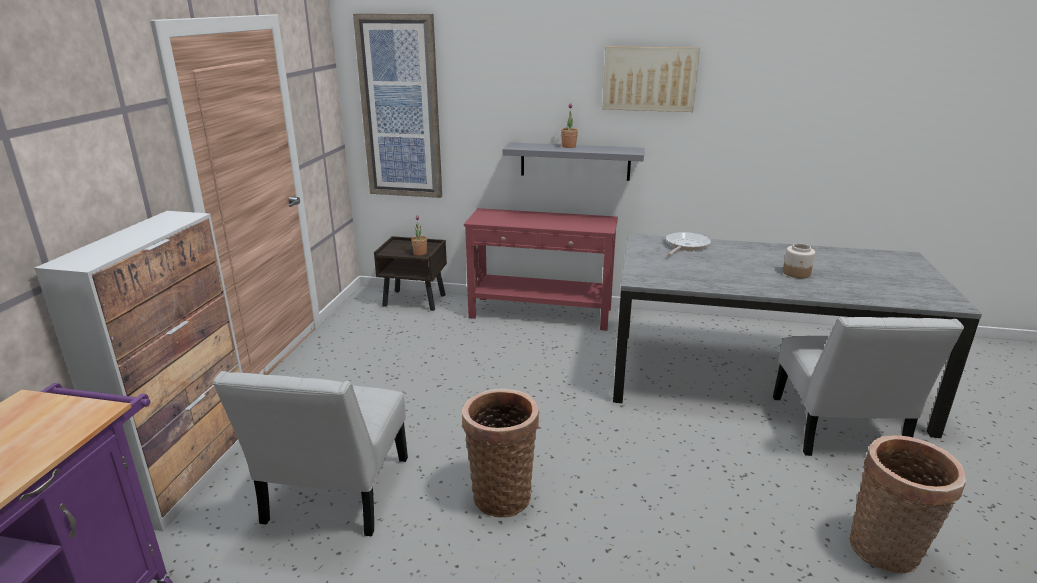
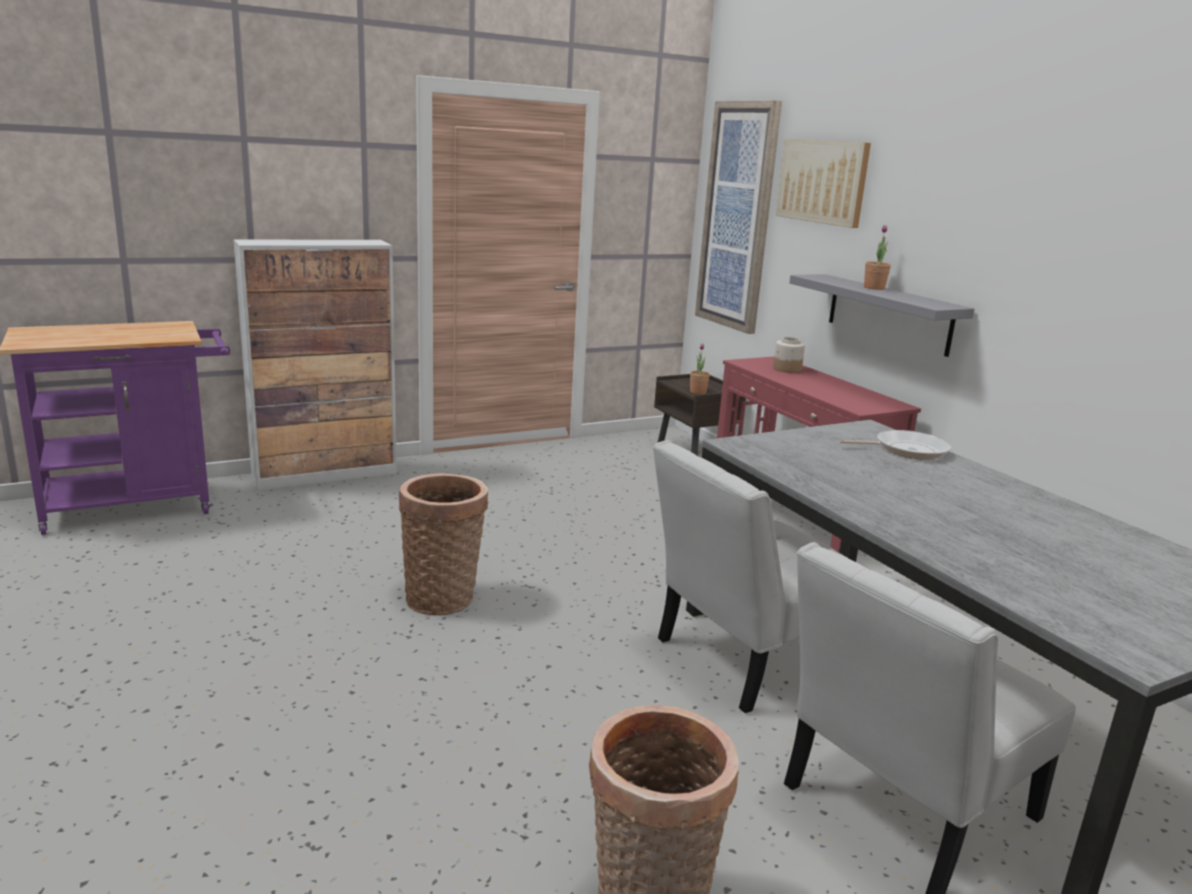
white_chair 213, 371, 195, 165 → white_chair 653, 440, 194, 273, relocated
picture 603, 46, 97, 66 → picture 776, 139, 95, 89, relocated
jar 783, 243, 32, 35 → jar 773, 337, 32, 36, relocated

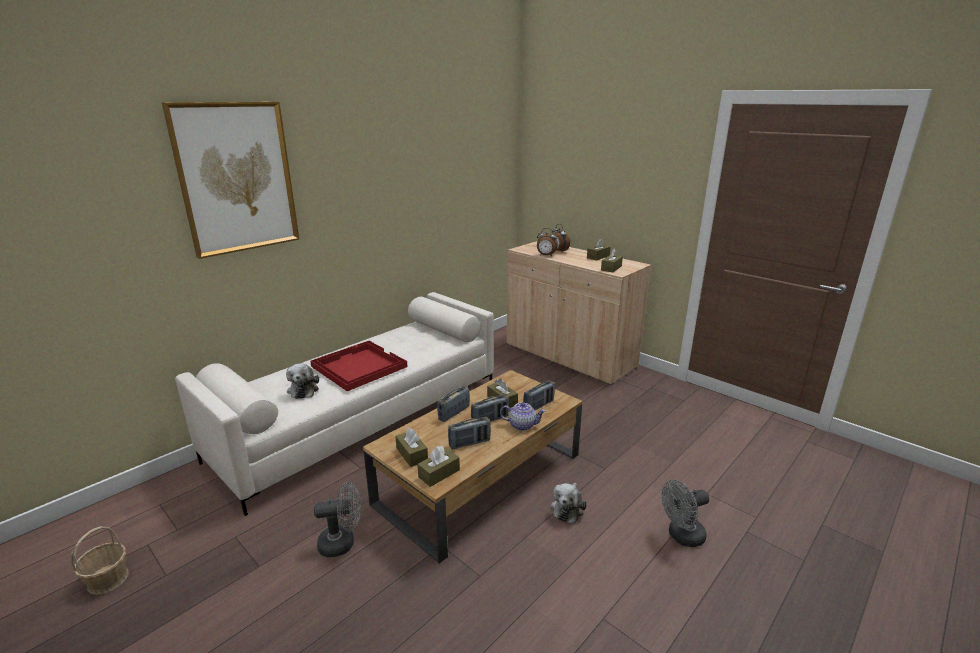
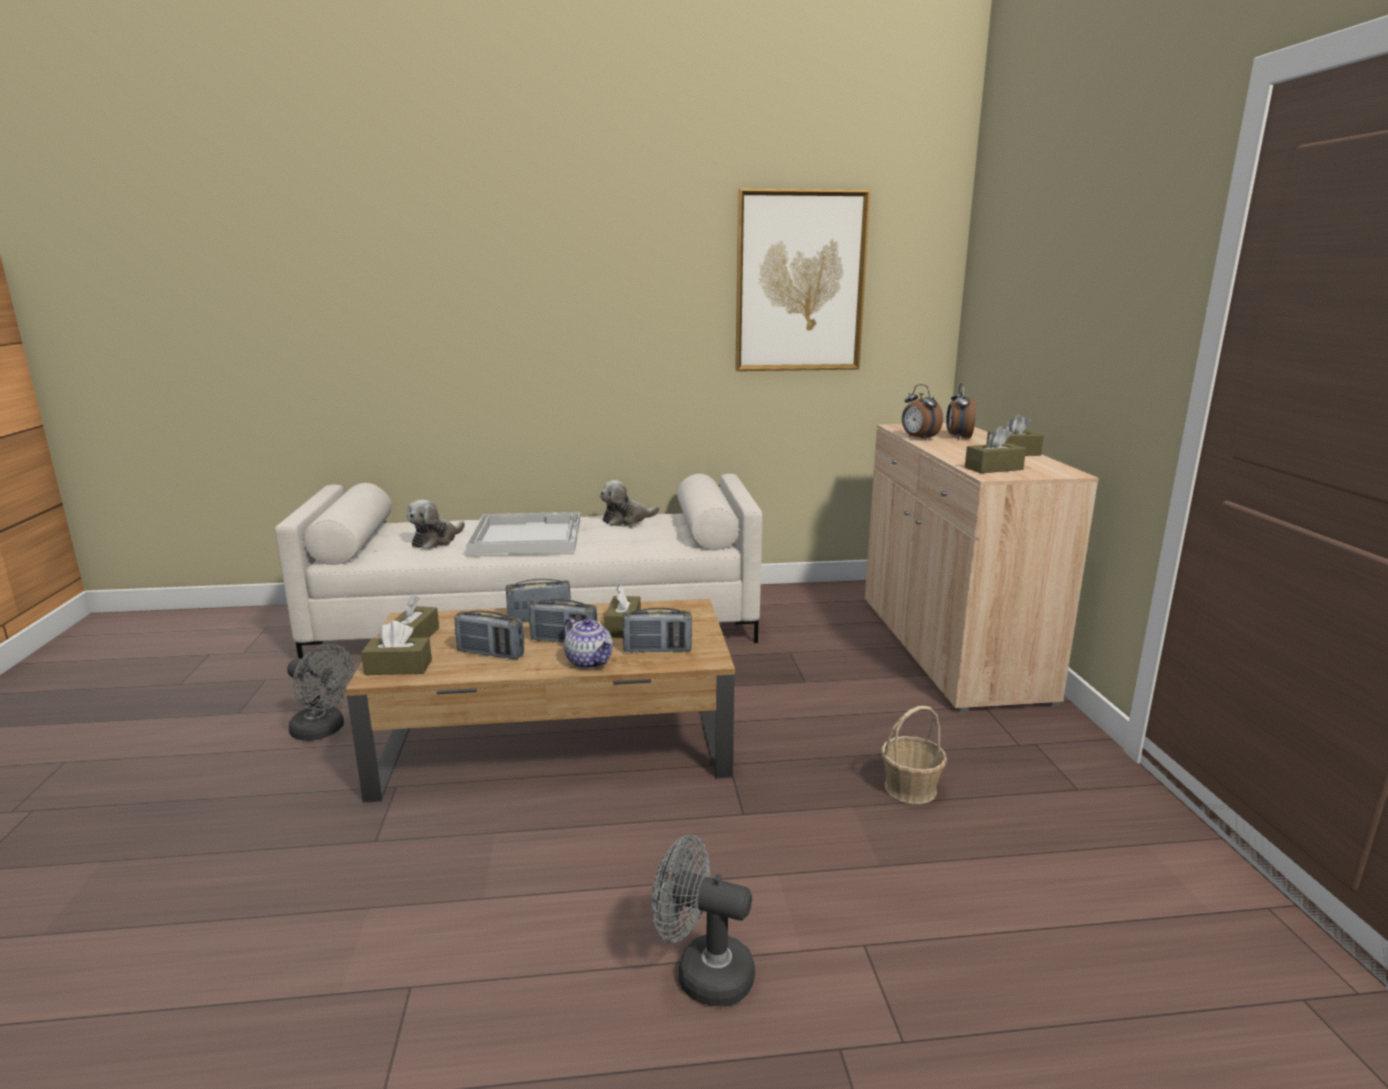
basket 71, 526, 58, 69 → basket 881, 706, 66, 98, relocated
picture 162, 102, 137, 157 → picture 735, 189, 136, 182, relocated
plush_toy 550, 483, 37, 41 → plush_toy 600, 480, 60, 46, relocated
red_tray 310, 341, 98, 50 → white_tray 466, 512, 114, 43

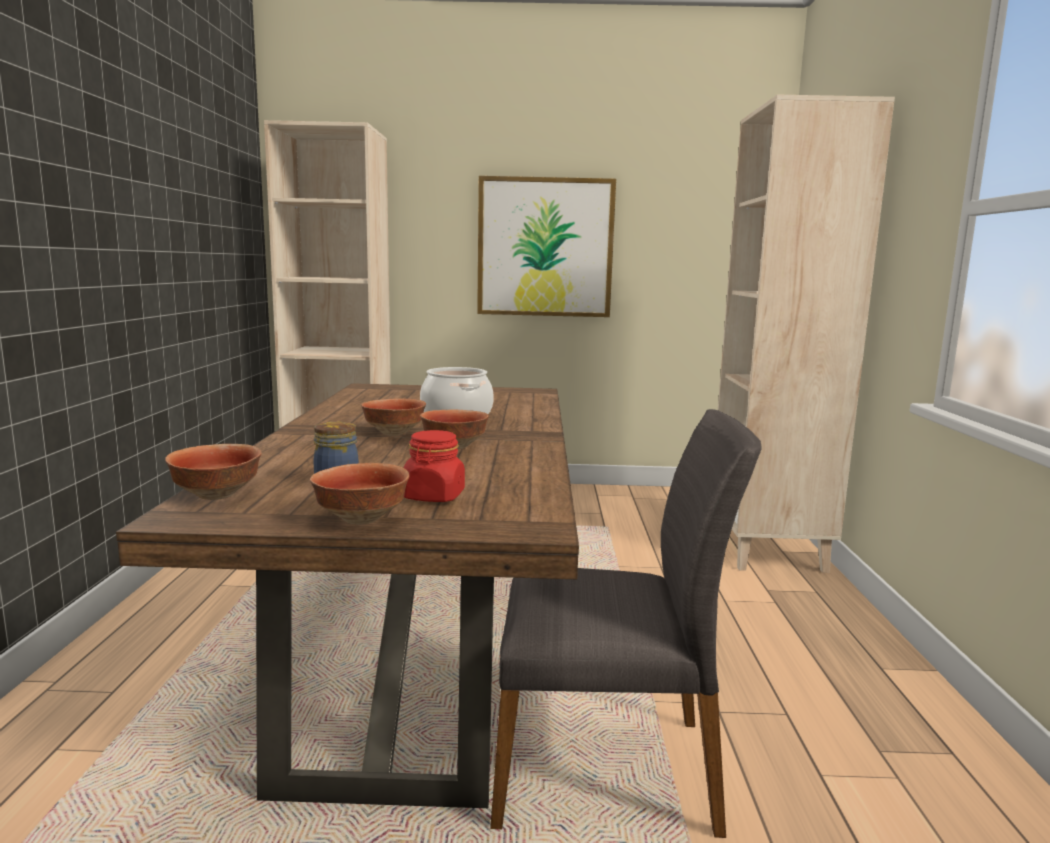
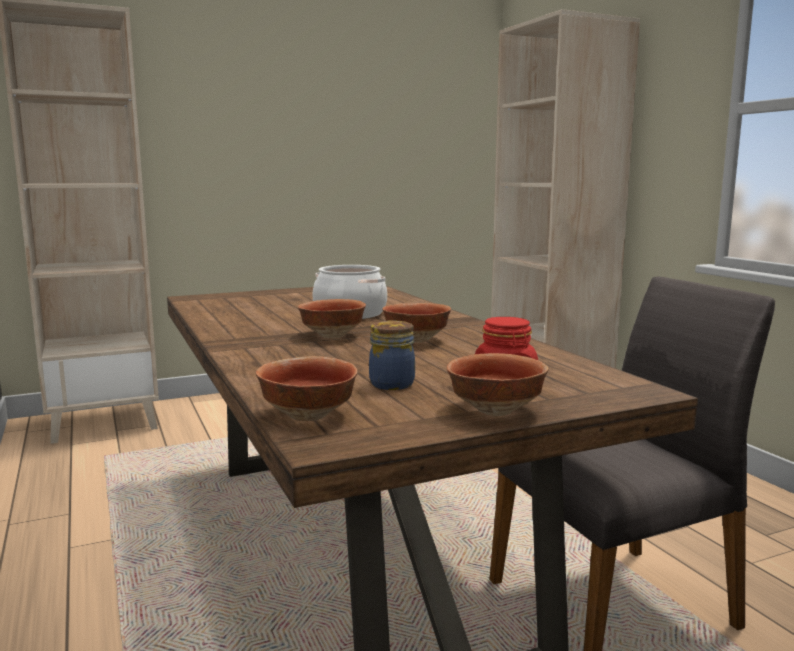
picture 477, 176, 139, 141 → -

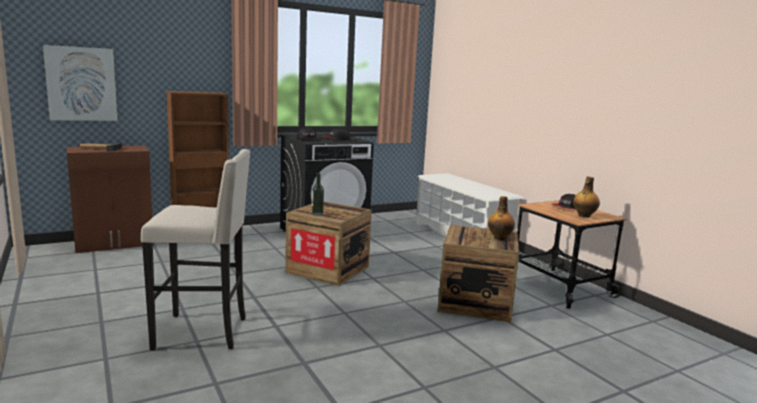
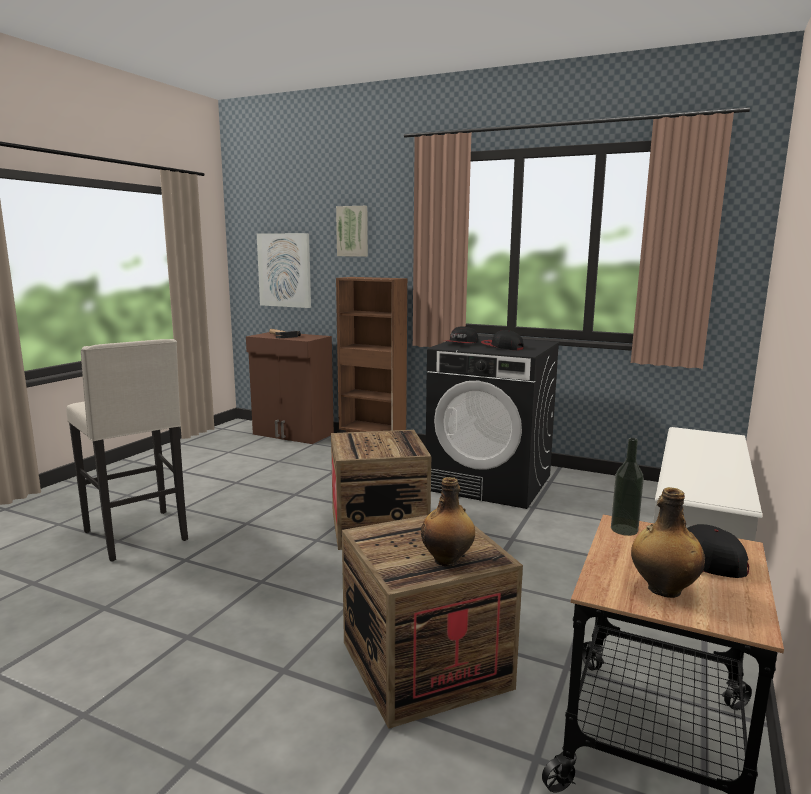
- → picture 336, 206, 32, 51
bottle 312, 173, 12, 43 → bottle 611, 438, 33, 98, relocated

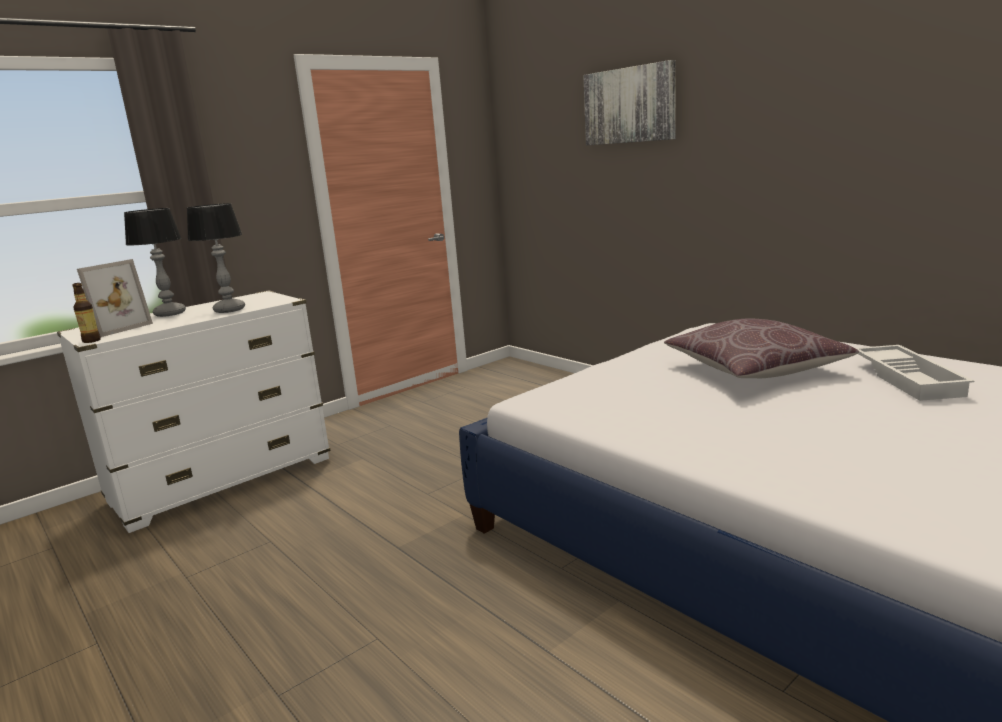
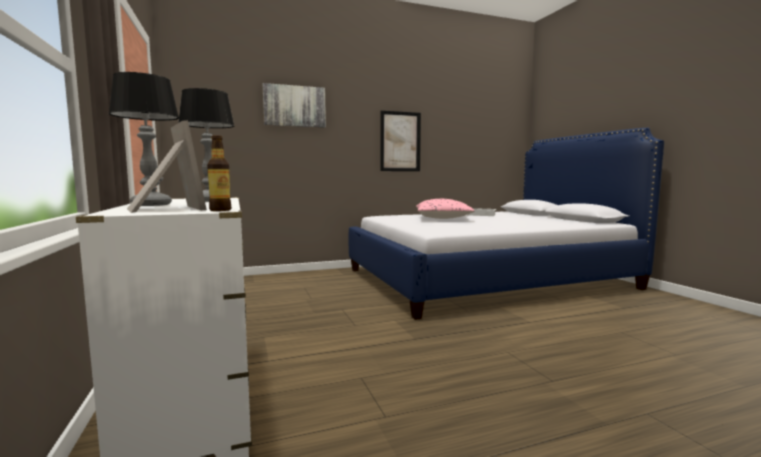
- → picture 381, 110, 40, 61
brown_pillow 664, 318, 195, 60 → pink_pillow 416, 199, 58, 20

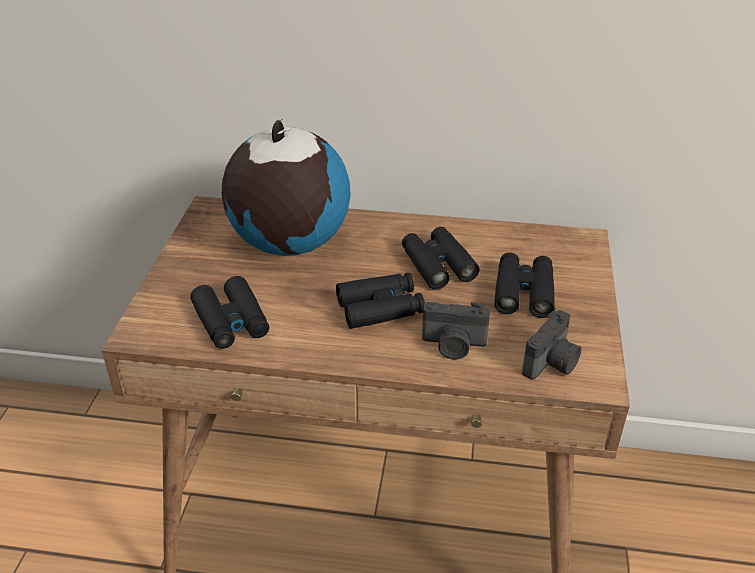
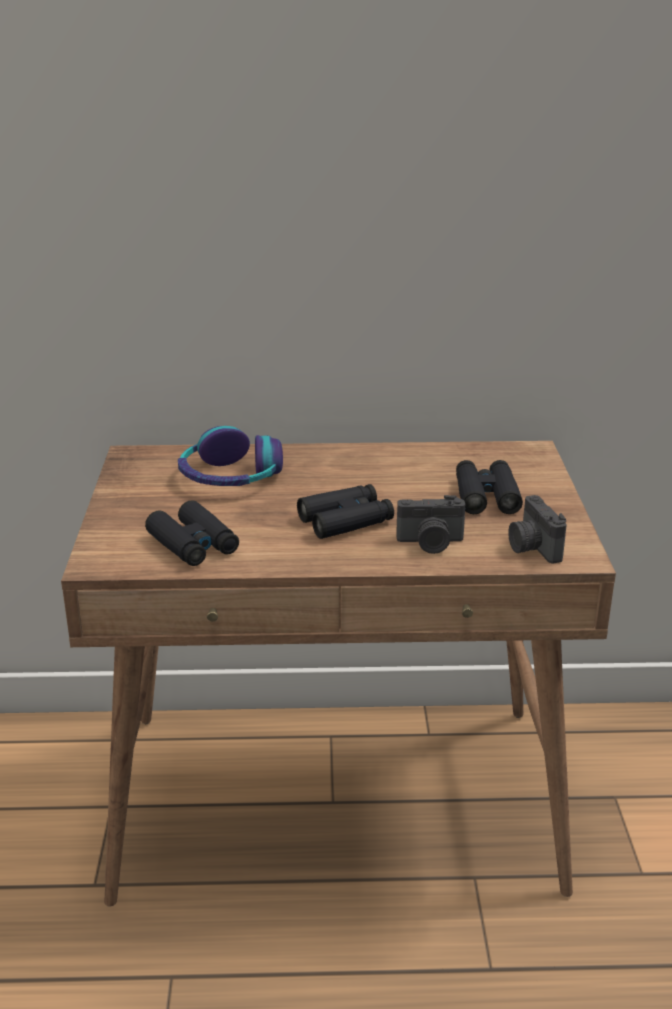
black_binoculars 402, 227, 78, 63 → -
globe 222, 119, 129, 137 → headphones 178, 426, 105, 60
photo_camera 522, 310, 59, 70 → photo_camera 508, 495, 59, 69, 135 degrees clockwise

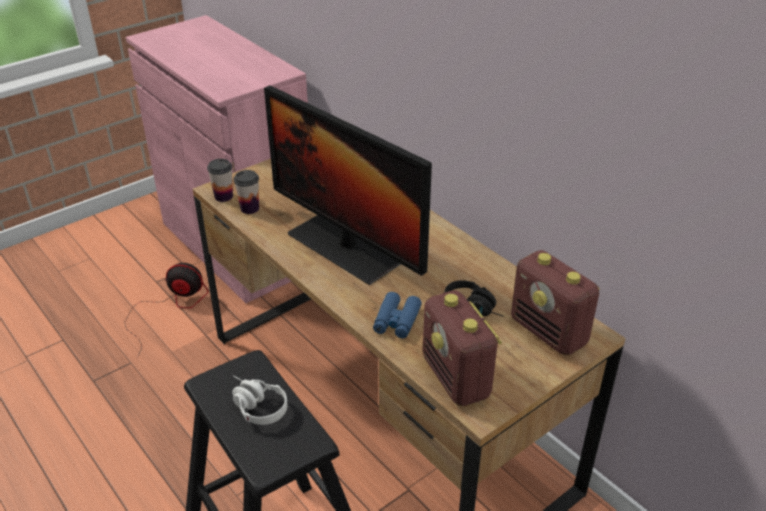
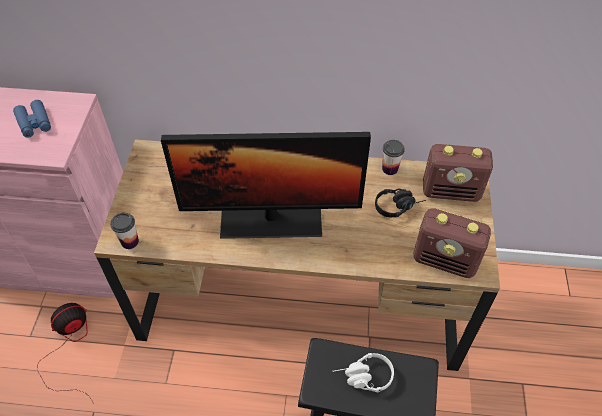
cup 234, 170, 25, 44 → cup 382, 140, 23, 35, relocated
blue_binoculars 373, 292, 49, 46 → blue_binoculars 13, 100, 38, 38, relocated

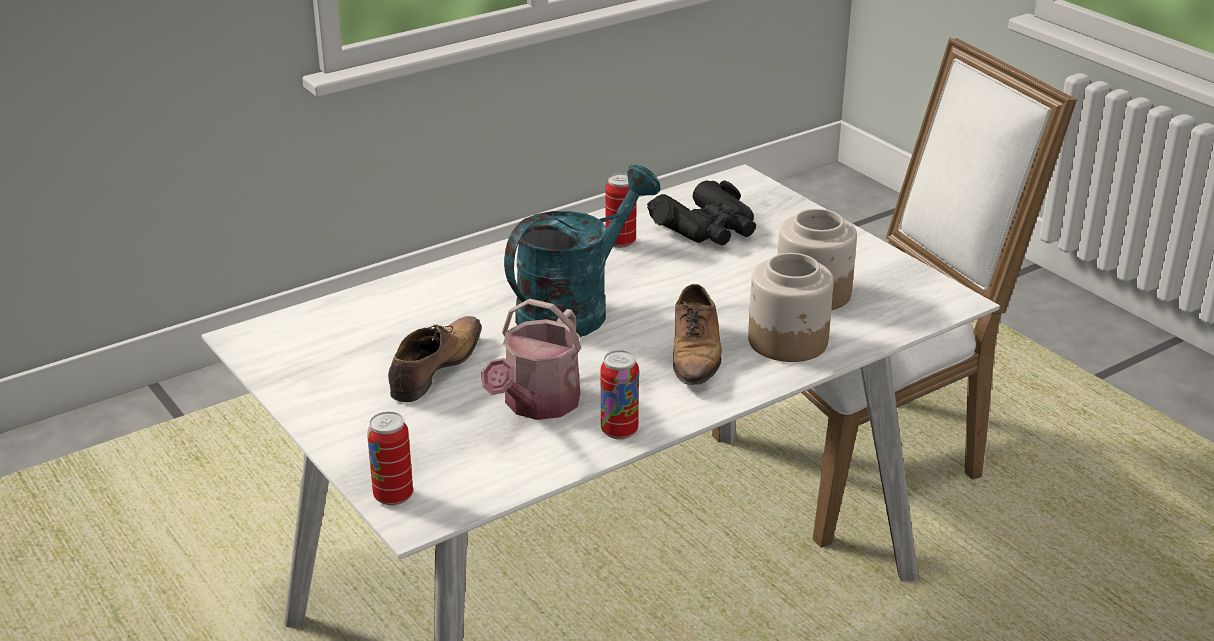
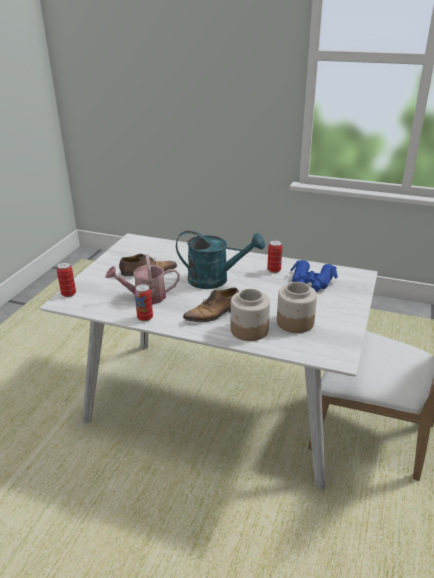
black_binoculars 647, 180, 109, 65 → blue_binoculars 290, 260, 48, 32

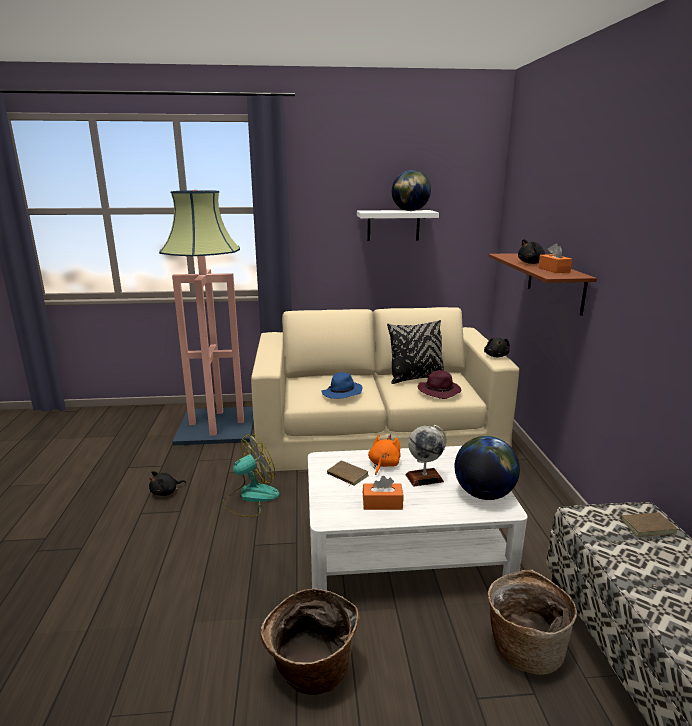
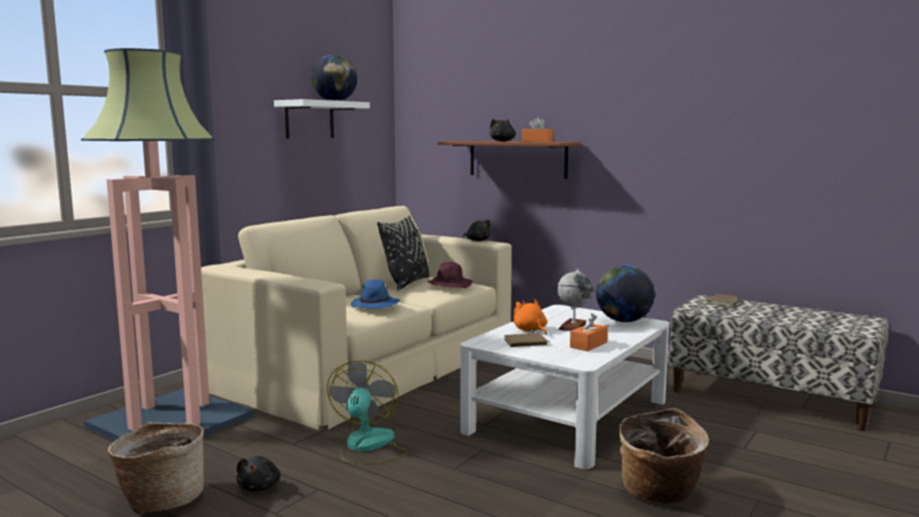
basket 488, 569, 89, 106 → basket 108, 422, 96, 93, relocated

